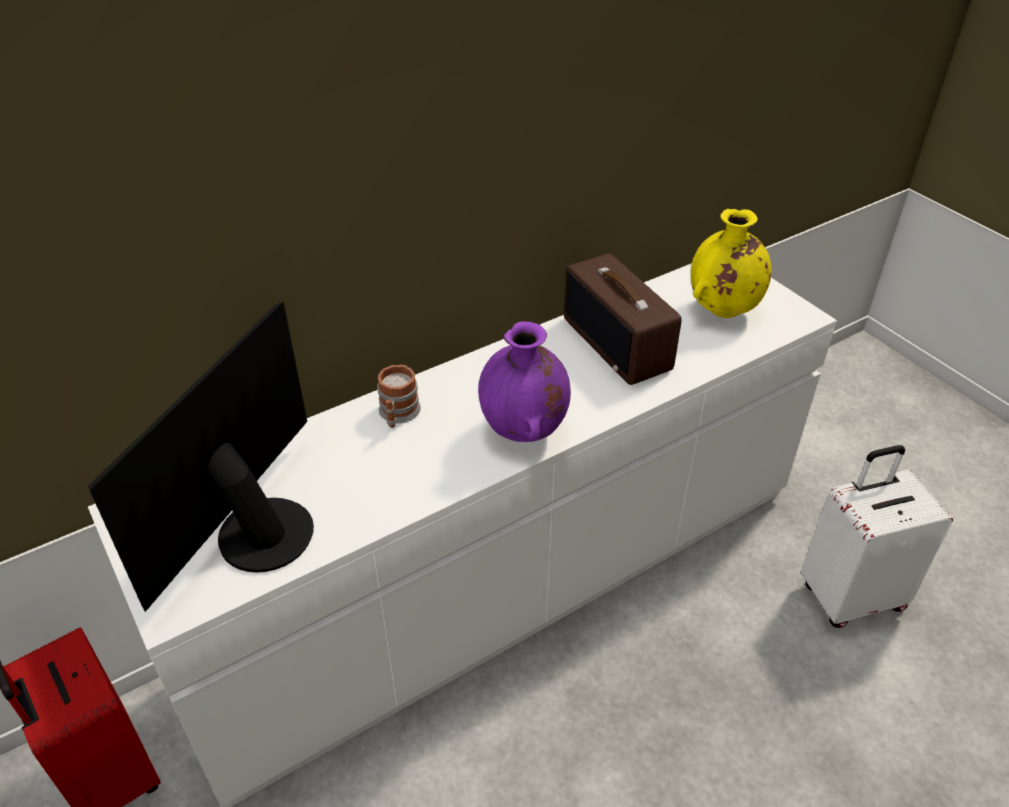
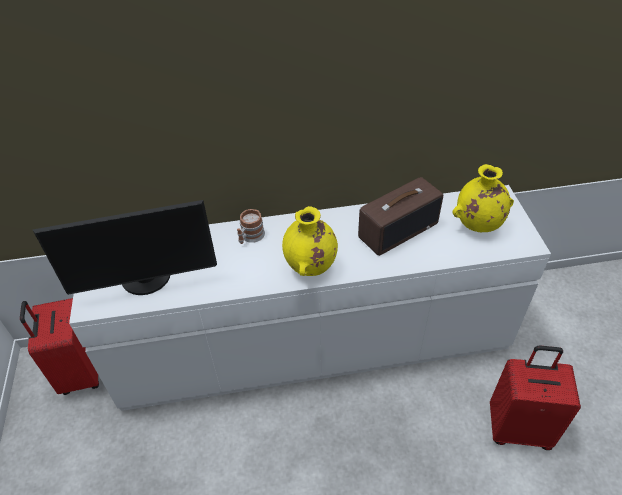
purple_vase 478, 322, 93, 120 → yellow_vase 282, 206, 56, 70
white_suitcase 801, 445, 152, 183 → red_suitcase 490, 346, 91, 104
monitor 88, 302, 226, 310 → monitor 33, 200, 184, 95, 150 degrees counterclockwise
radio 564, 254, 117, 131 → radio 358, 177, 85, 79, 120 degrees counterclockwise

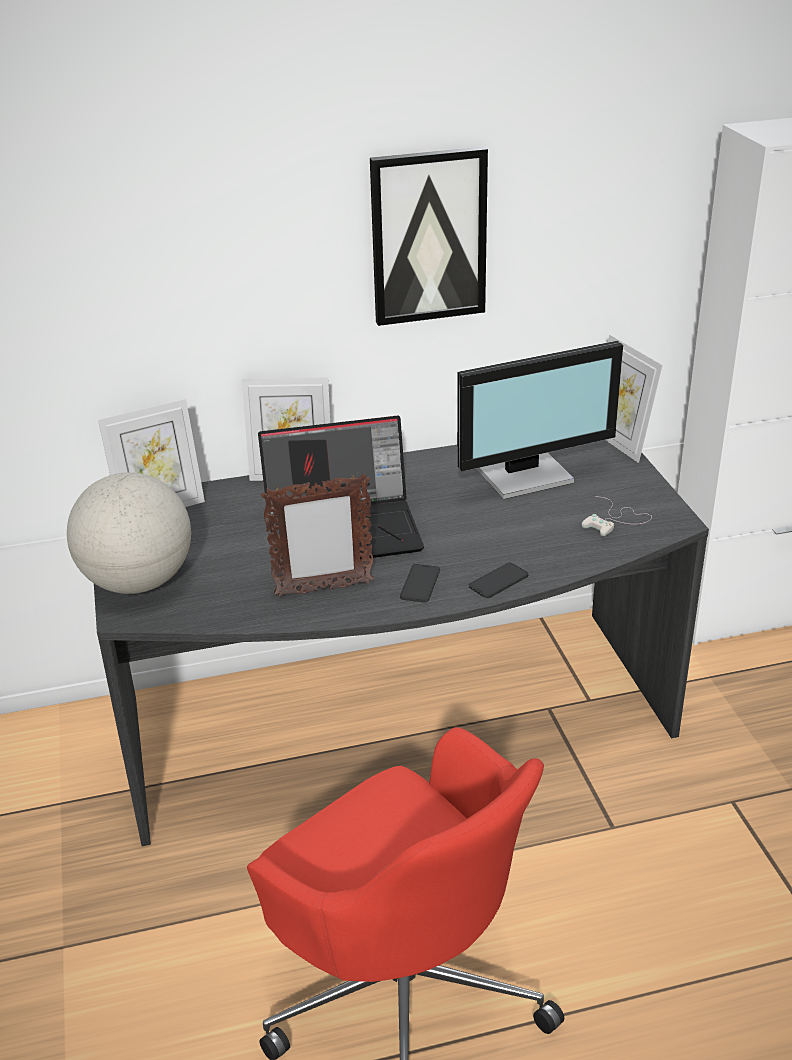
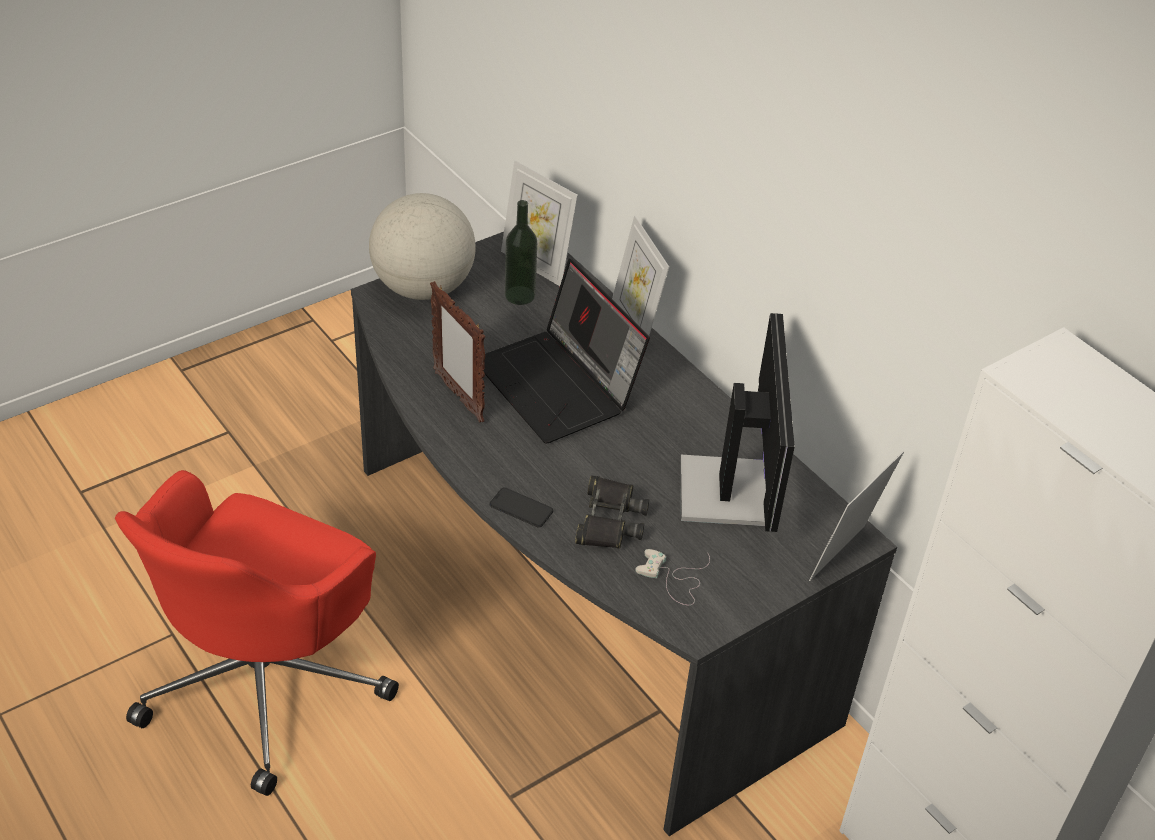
picture 370, 146, 118, 180 → -
phone 400, 564, 40, 39 → -
- → bottle 505, 200, 32, 105
- → black_binoculars 575, 475, 74, 73
monitor 457, 341, 166, 158 → monitor 680, 313, 115, 219, 135 degrees counterclockwise

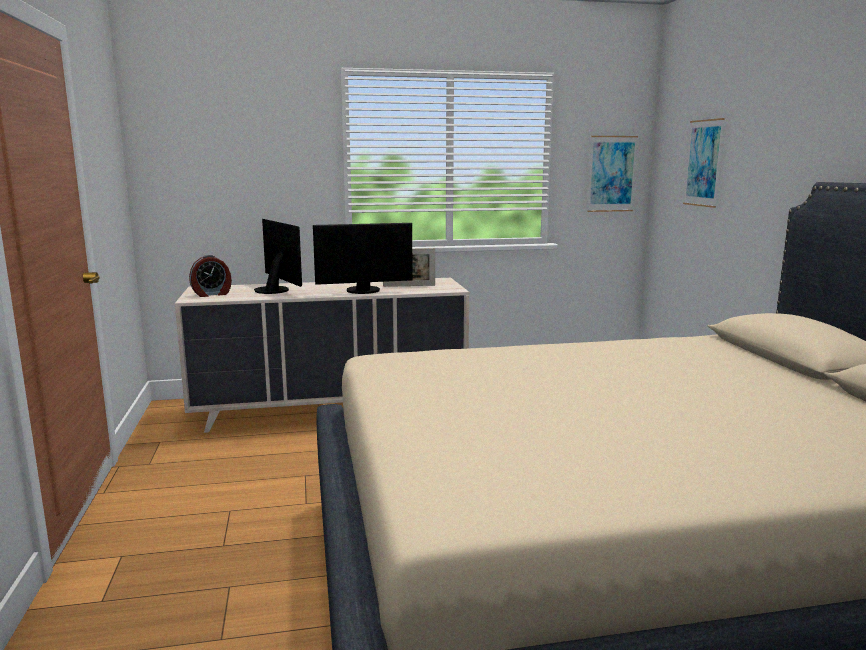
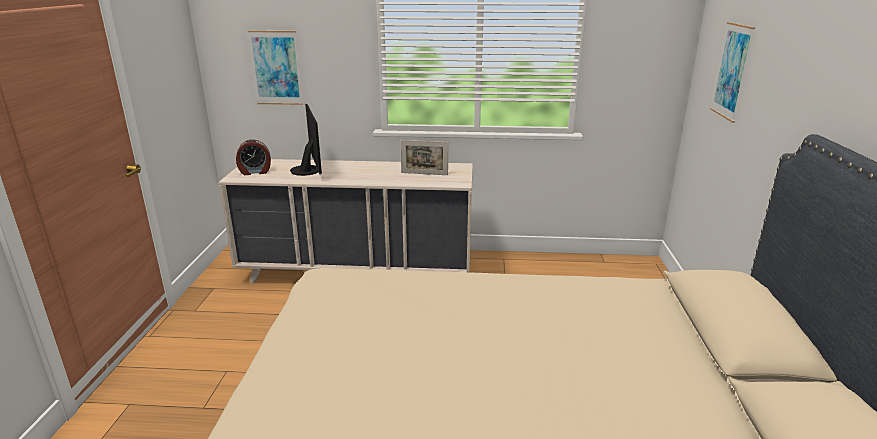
monitor 313, 223, 100, 71 → -
picture 587, 136, 51, 76 → picture 248, 31, 55, 74, relocated

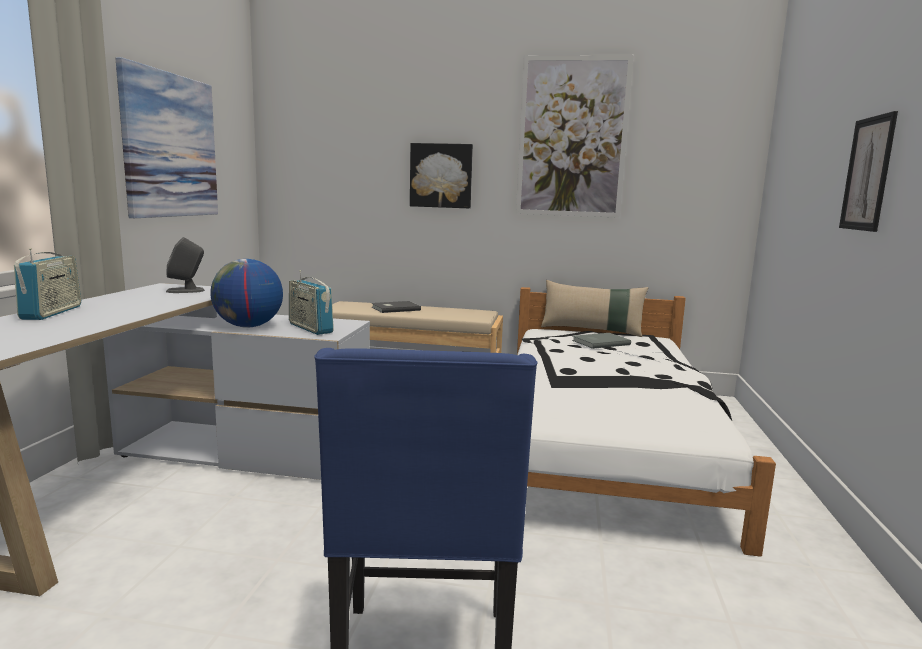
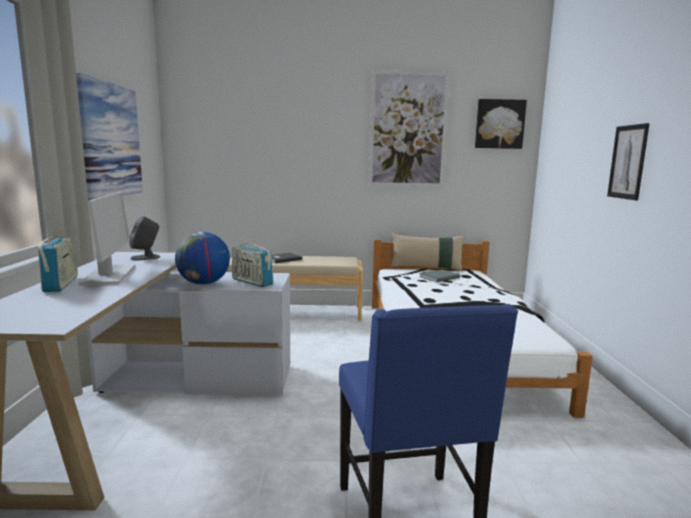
- → monitor 78, 192, 57, 94
picture 410, 143, 63, 66 → picture 475, 99, 52, 50, relocated

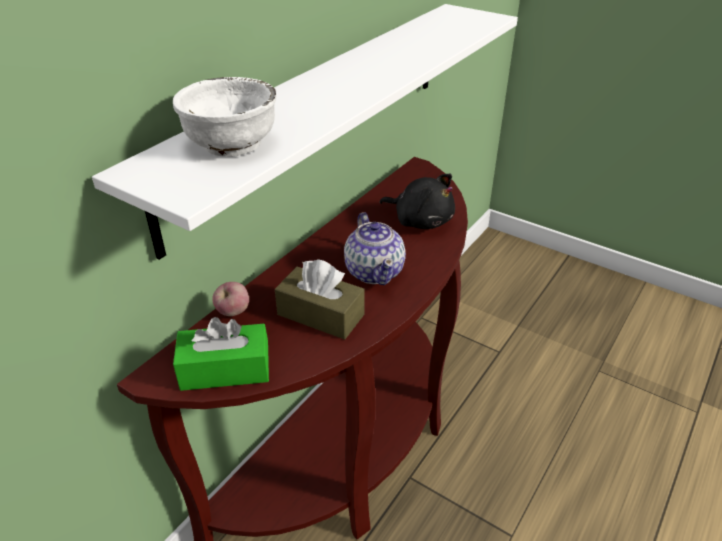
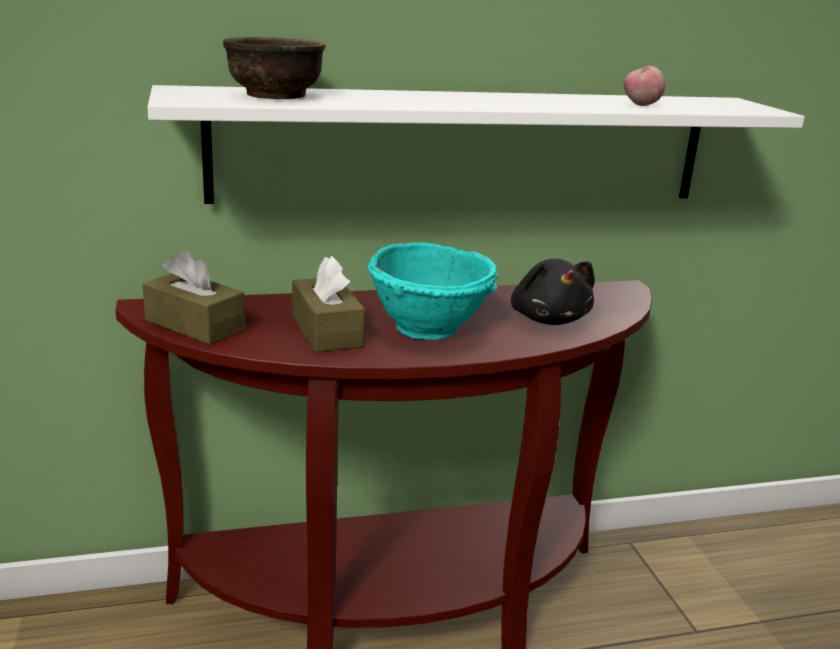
apple 212, 282, 37, 34 → apple 624, 66, 41, 40, relocated
teapot 344, 212, 62, 73 → turquoise_bowl 367, 242, 131, 98
white_bowl 173, 77, 104, 80 → brown_bowl 223, 37, 102, 62
green_tissue_box 173, 317, 96, 74 → brown_tissue_box 142, 250, 103, 95

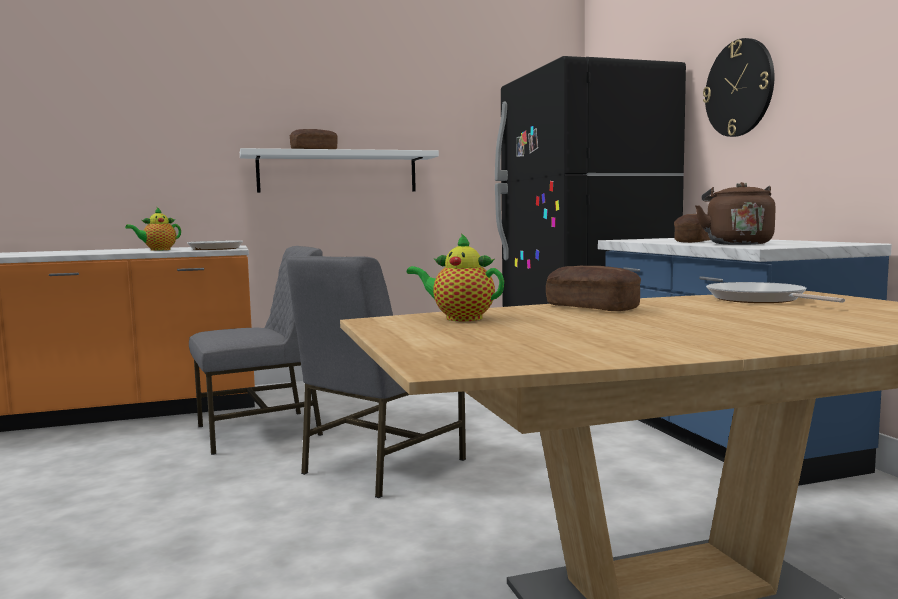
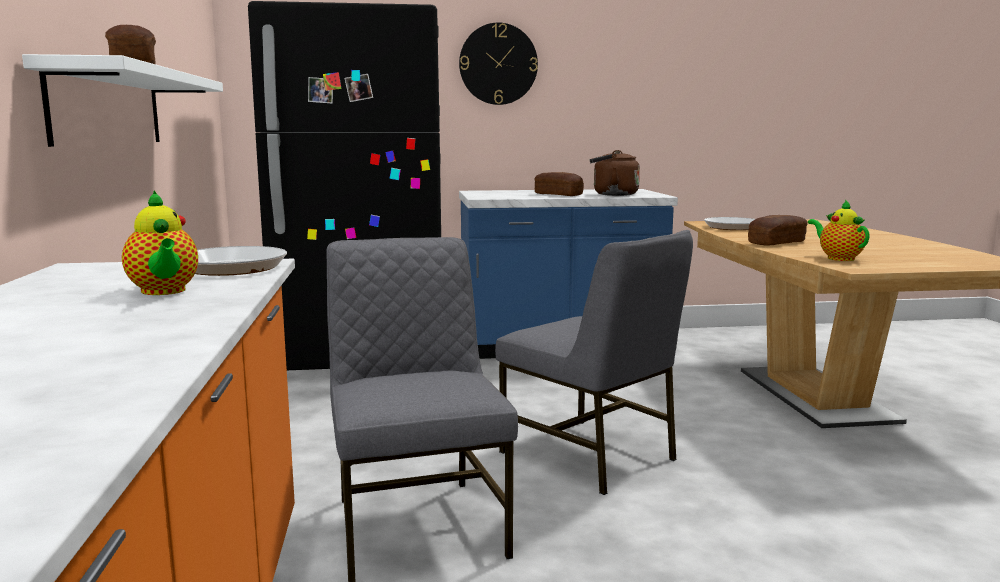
teapot 407, 233, 97, 88 → teapot 808, 199, 62, 62, 120 degrees clockwise

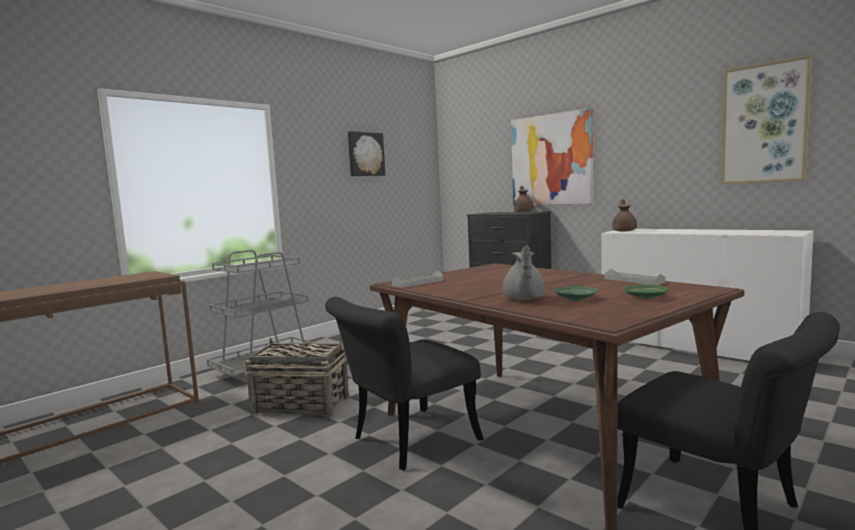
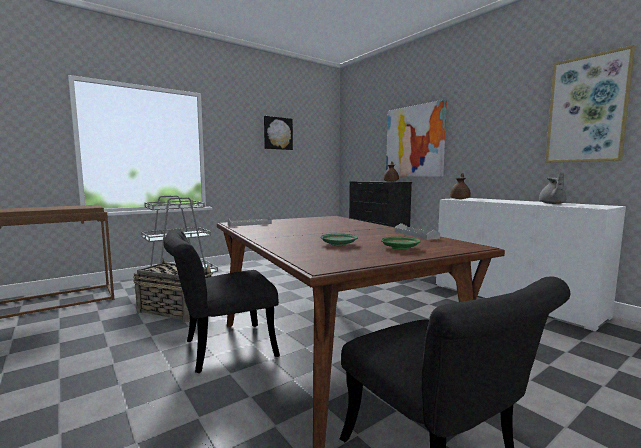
grey_teapot 503, 245, 42, 55 → grey_teapot 539, 172, 28, 32, relocated

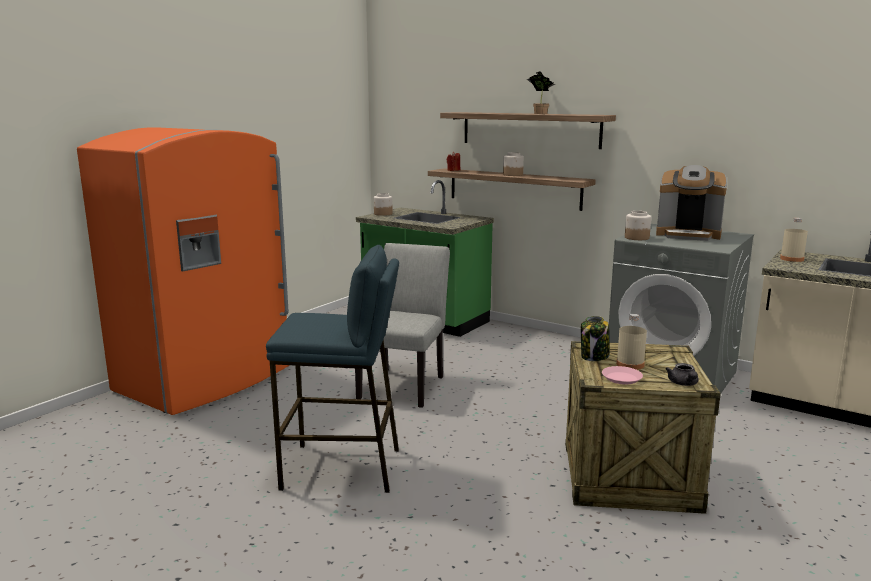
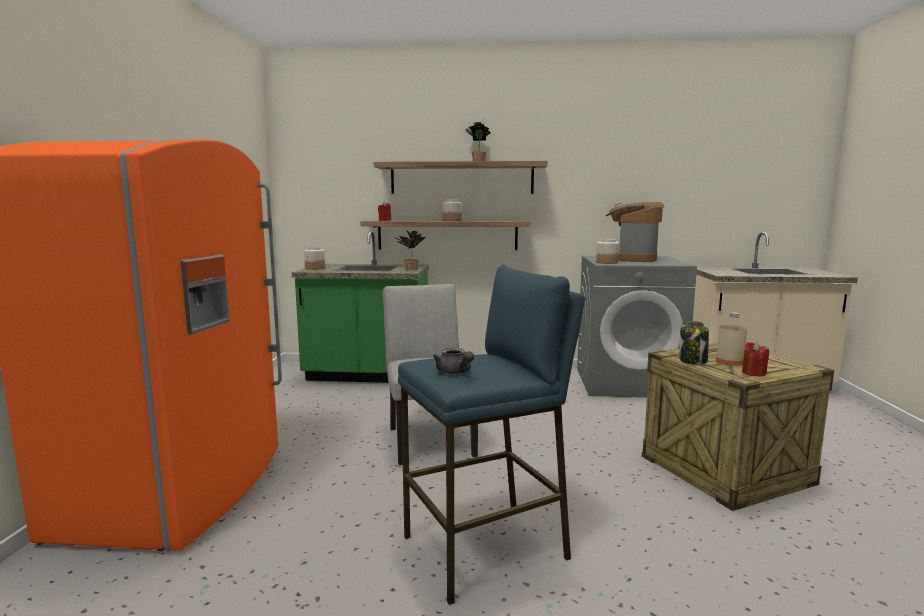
beige_bottle 780, 218, 28, 44 → -
- → potted_plant 394, 230, 32, 40
grey_teapot 666, 363, 32, 23 → grey_teapot 433, 348, 41, 26, relocated
pink_plate 602, 366, 41, 18 → red_candle 742, 342, 27, 34
coffee_machine 656, 165, 71, 76 → coffee_machine 606, 200, 58, 62, 120 degrees clockwise

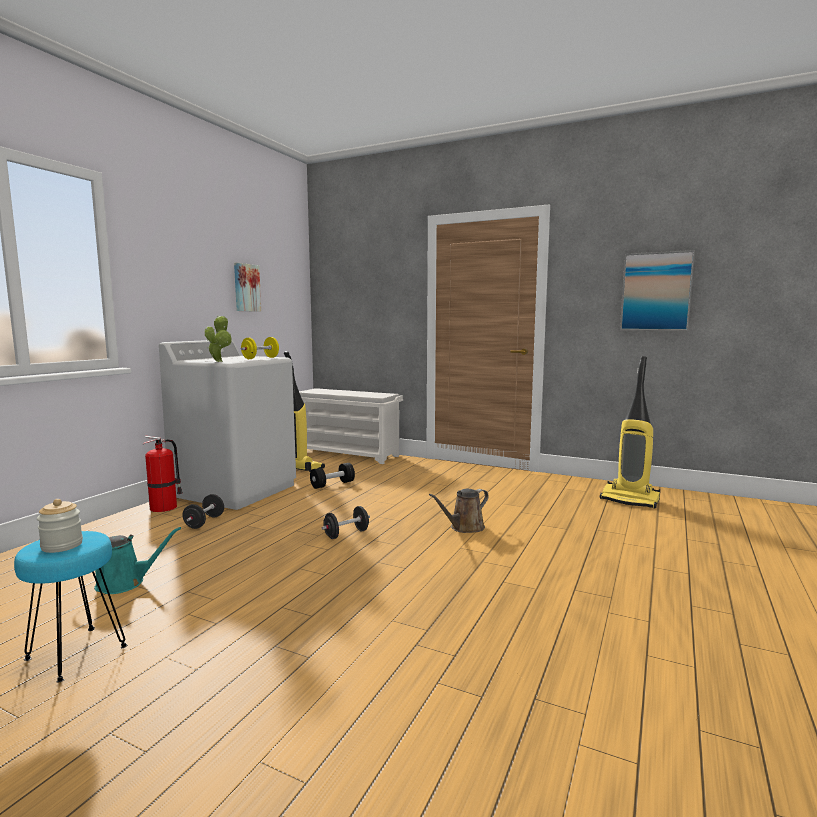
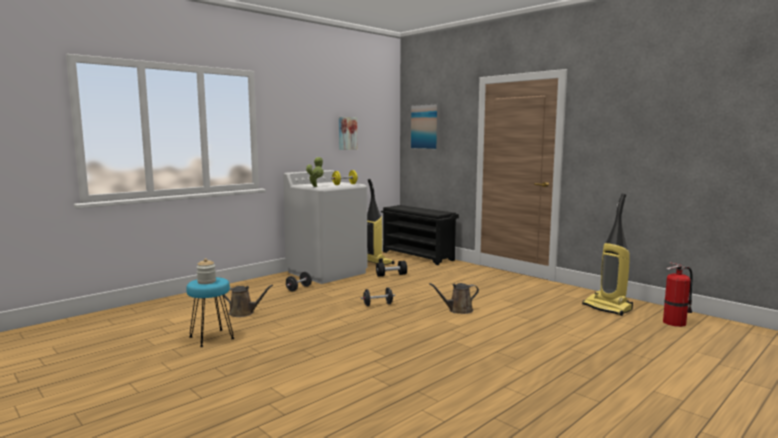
fire_extinguisher 142, 436, 41, 76 → fire_extinguisher 663, 262, 30, 65, relocated
picture 620, 250, 75, 81 → picture 410, 103, 30, 47, relocated
turquoise_watering_can 94, 527, 87, 67 → brown_watering_can 223, 285, 50, 32
white_shoe_rack 299, 388, 104, 76 → black_shoe_rack 381, 205, 78, 60

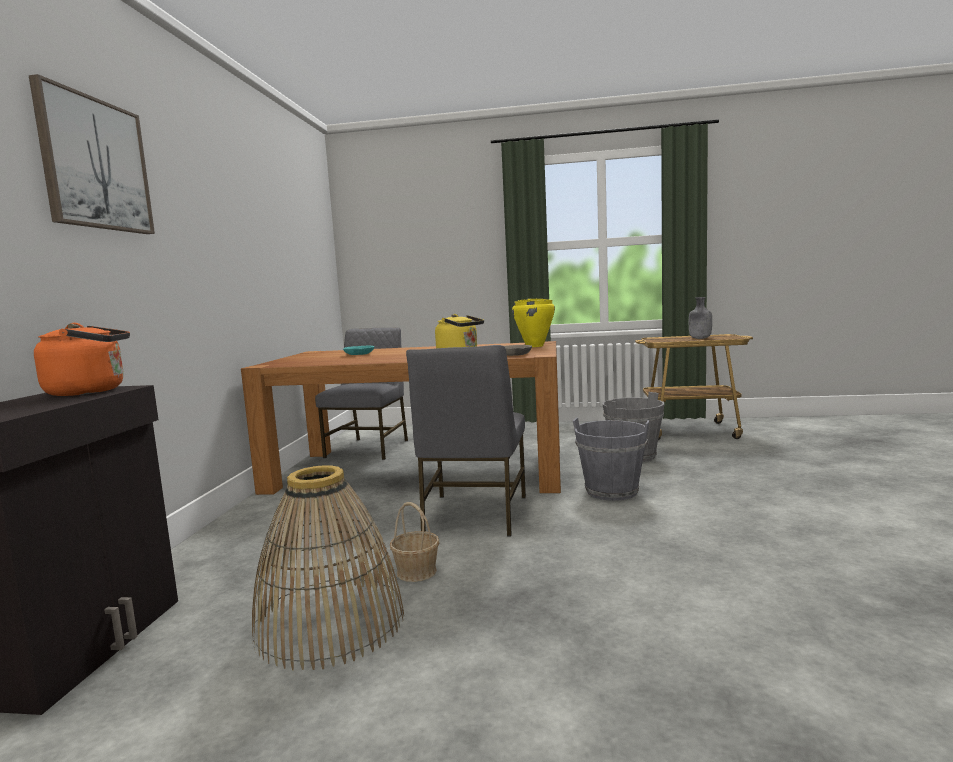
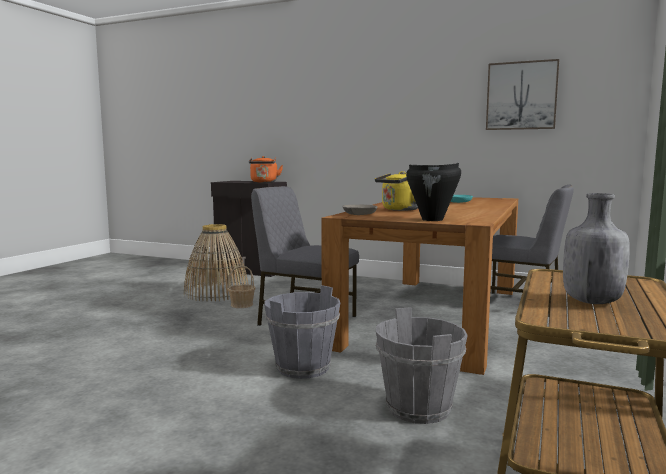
picture 29, 74, 126, 160 → picture 486, 59, 73, 71, relocated
yellow_cooking_pot 512, 298, 43, 49 → black_cooking_pot 406, 163, 55, 58

